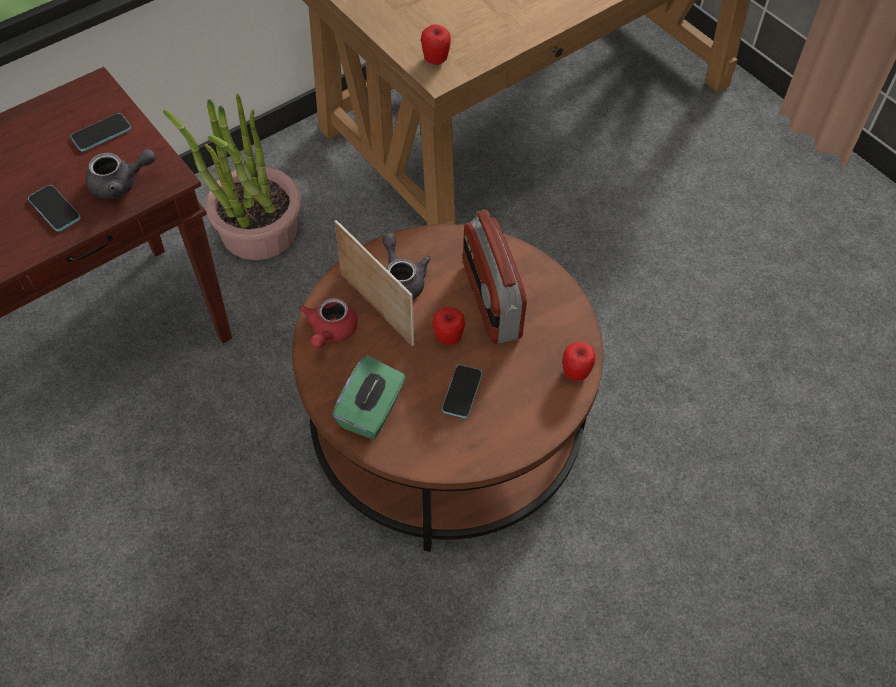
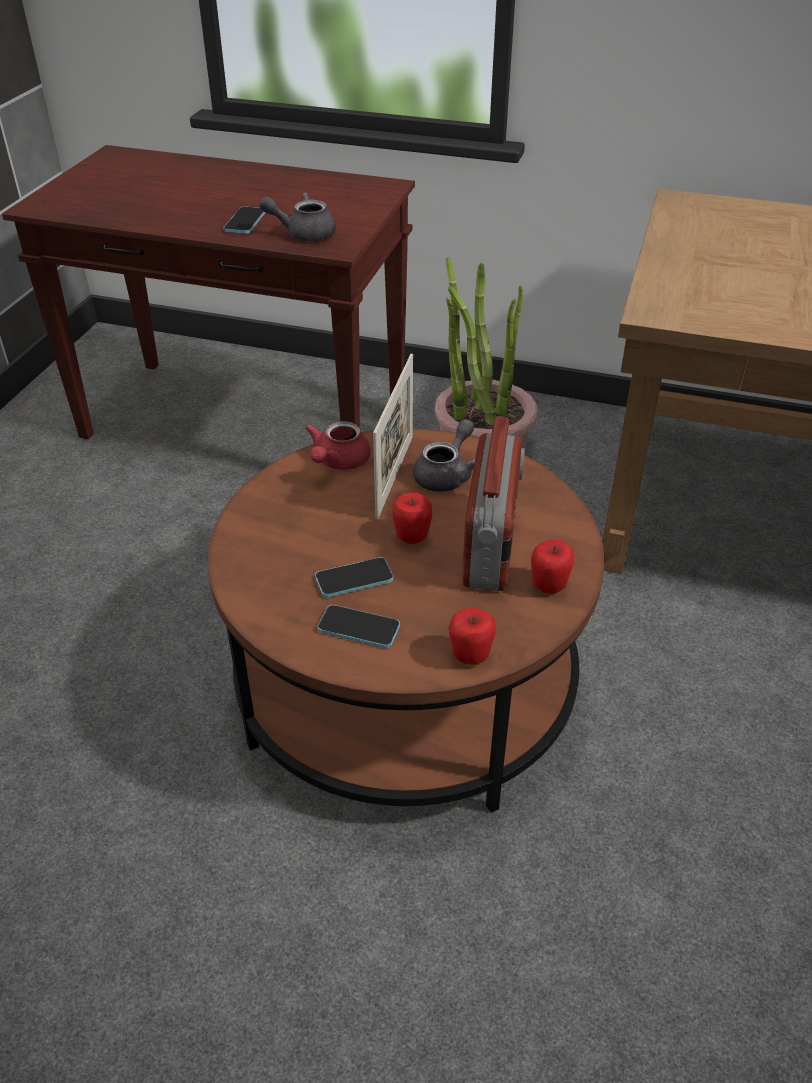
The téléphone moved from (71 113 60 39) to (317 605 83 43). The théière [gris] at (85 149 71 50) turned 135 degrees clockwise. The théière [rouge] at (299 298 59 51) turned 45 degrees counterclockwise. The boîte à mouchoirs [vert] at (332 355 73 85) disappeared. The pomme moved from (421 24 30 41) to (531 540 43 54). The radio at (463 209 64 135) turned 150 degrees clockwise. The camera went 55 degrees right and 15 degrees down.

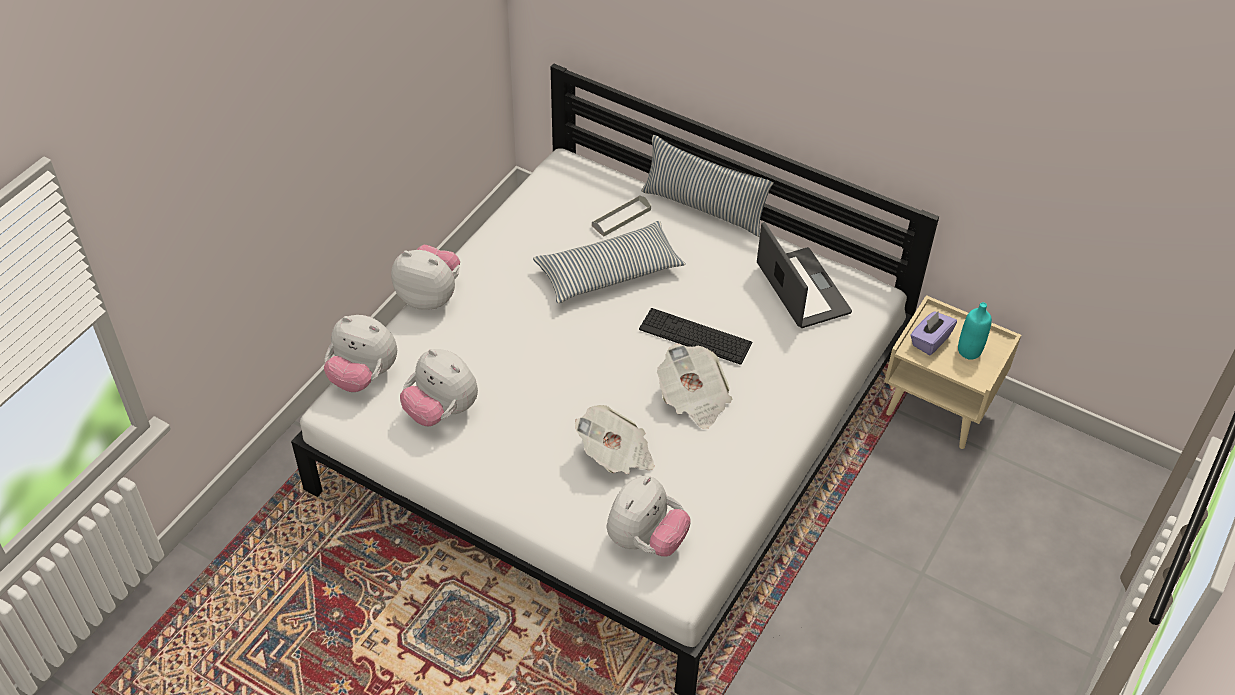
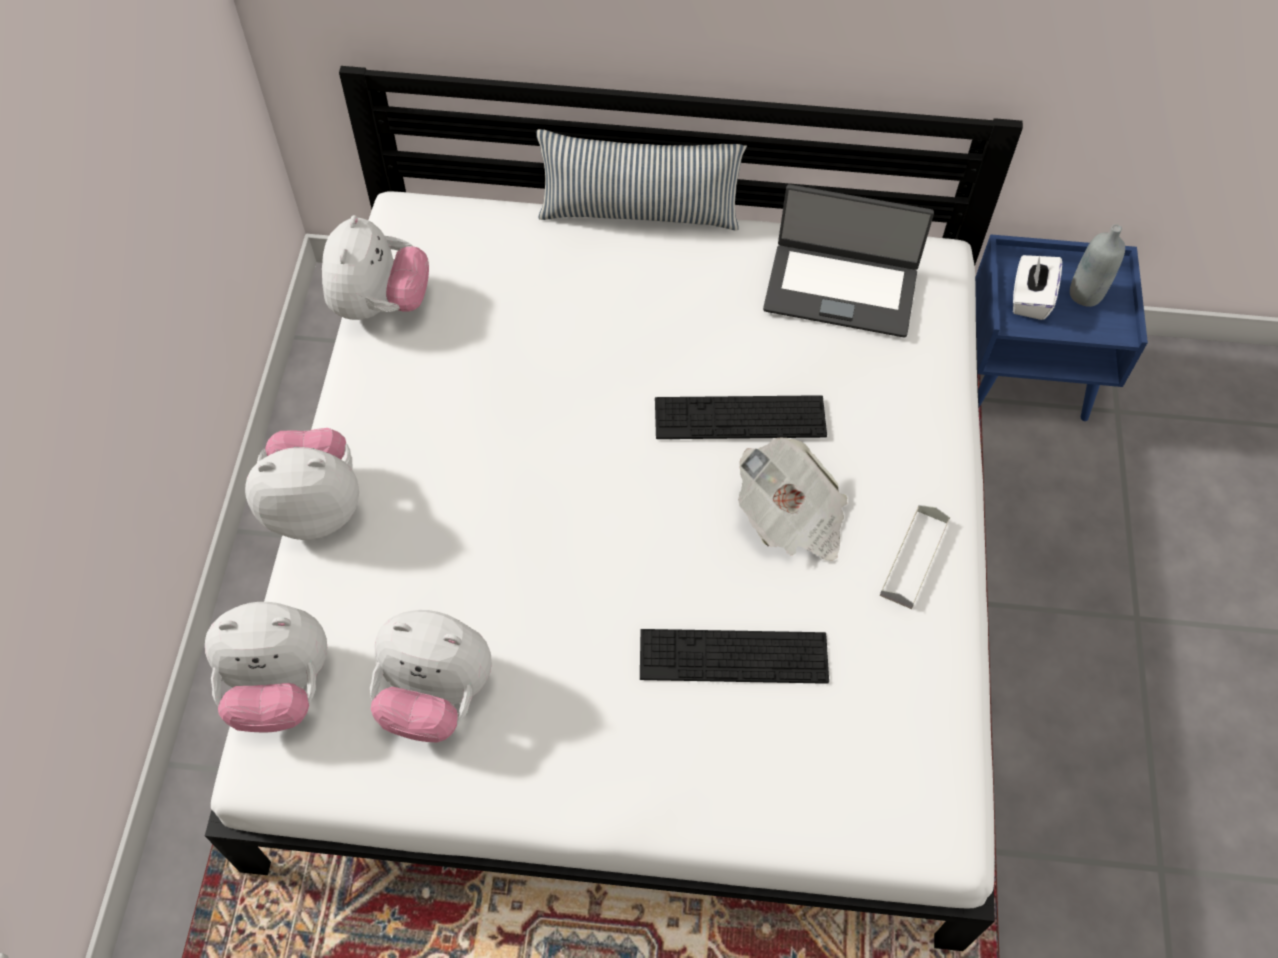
The coussin at (533 221 153 82) disappeared. The journal at (575 405 80 69) was replaced by the clavier at (640 629 189 55). The plateau [gris] moved from (592 195 59 42) to (880 505 70 104). The peluche moved from (607 476 83 81) to (322 215 107 105). The ordinateur portable at (757 222 95 106) turned 150 degrees clockwise. The table de chevet [beige] at (884 295 137 154) became the table de chevet [bleu] at (975 234 173 187). The boîte à mouchoirs [violet] at (910 311 47 44) became the boîte à mouchoirs [blanc] at (1013 255 49 65). The bouteille [turquoise] at (958 302 34 58) became the bouteille [gris] at (1070 224 55 83). The camera went 25 degrees left and 10 degrees up.

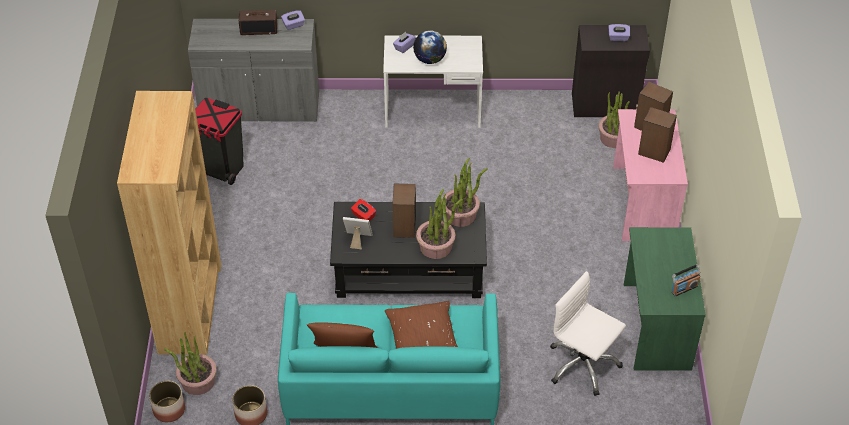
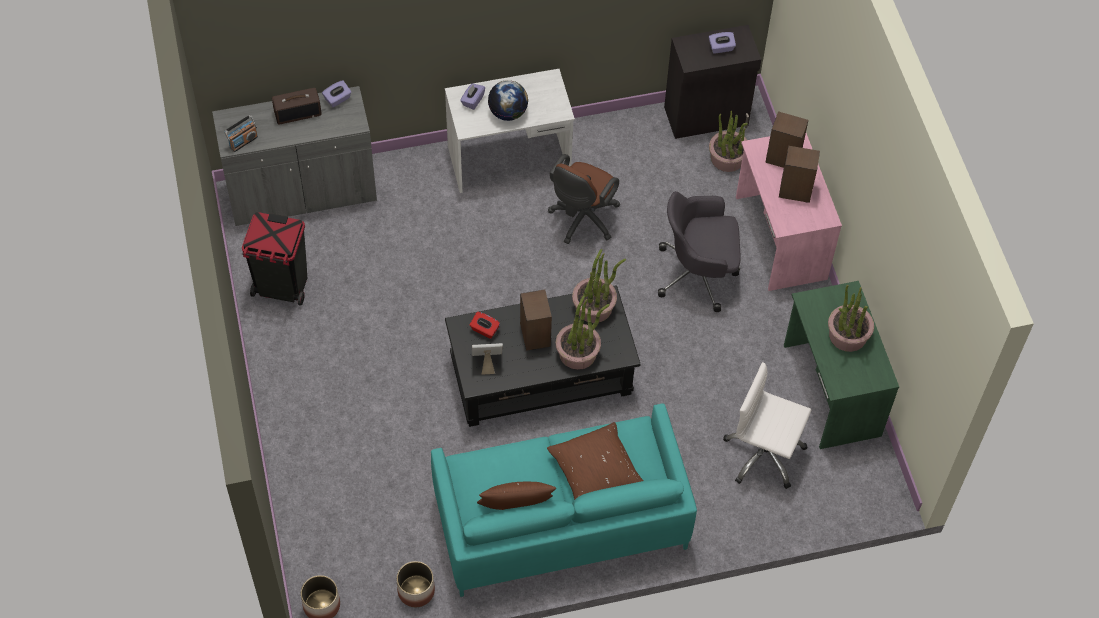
The bibliothèque [marron] at (117 91 104 264) disappeared. The plante en pot moved from (164 332 53 63) to (828 285 46 67). The radio moved from (671 264 29 32) to (224 115 34 37). The chaise de bureau [marron] at (548 154 72 90) appeared. The chaise de bureau [gris] at (658 191 83 121) appeared. The camera went 15 degrees left and 10 degrees up.

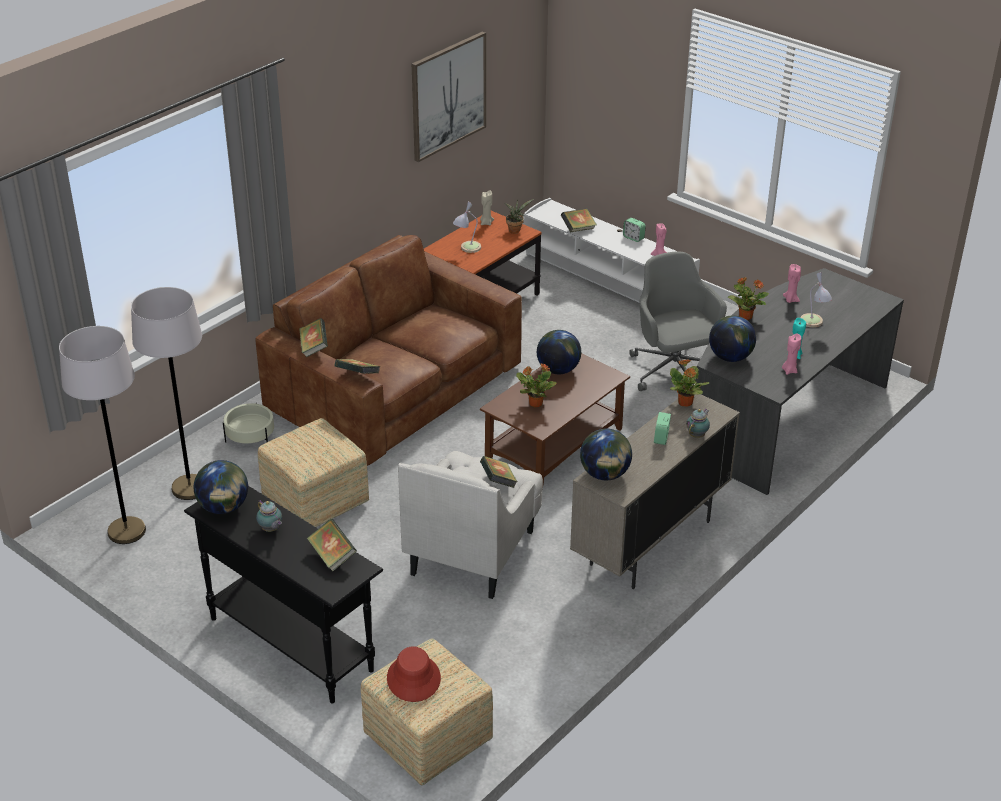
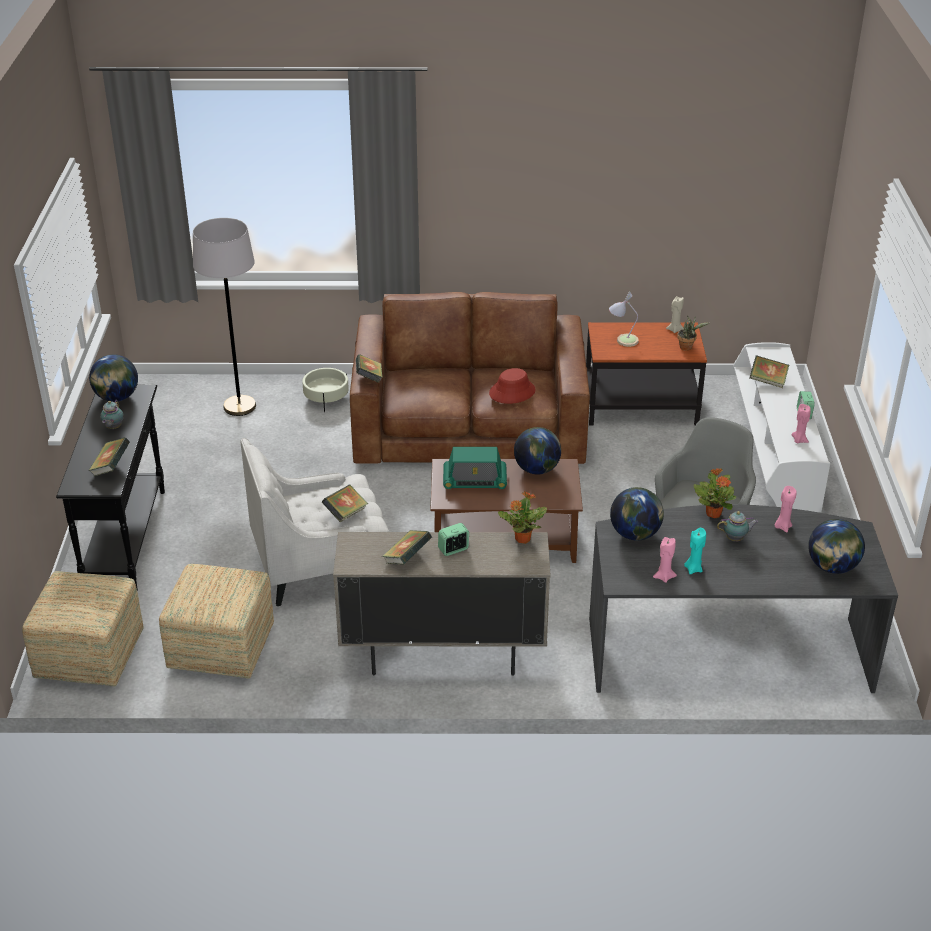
The lampadaire [gris] at (59 326 87 218) disappeared. The pouf moved from (258 418 111 109) to (159 564 115 115). The livre moved from (299 318 29 39) to (382 530 50 35). The chapeau [rouge] moved from (387 646 54 56) to (489 368 46 36). The tableau at (412 31 74 131) disappeared. The plante en pot at (516 363 41 44) was replaced by the radio at (443 447 64 42). The globe moved from (580 429 52 51) to (808 519 57 55). The théière moved from (686 408 24 30) to (717 511 41 30). The lampe de table at (801 272 31 56) disappeared. The camera went 50 degrees right and 0 degrees up.

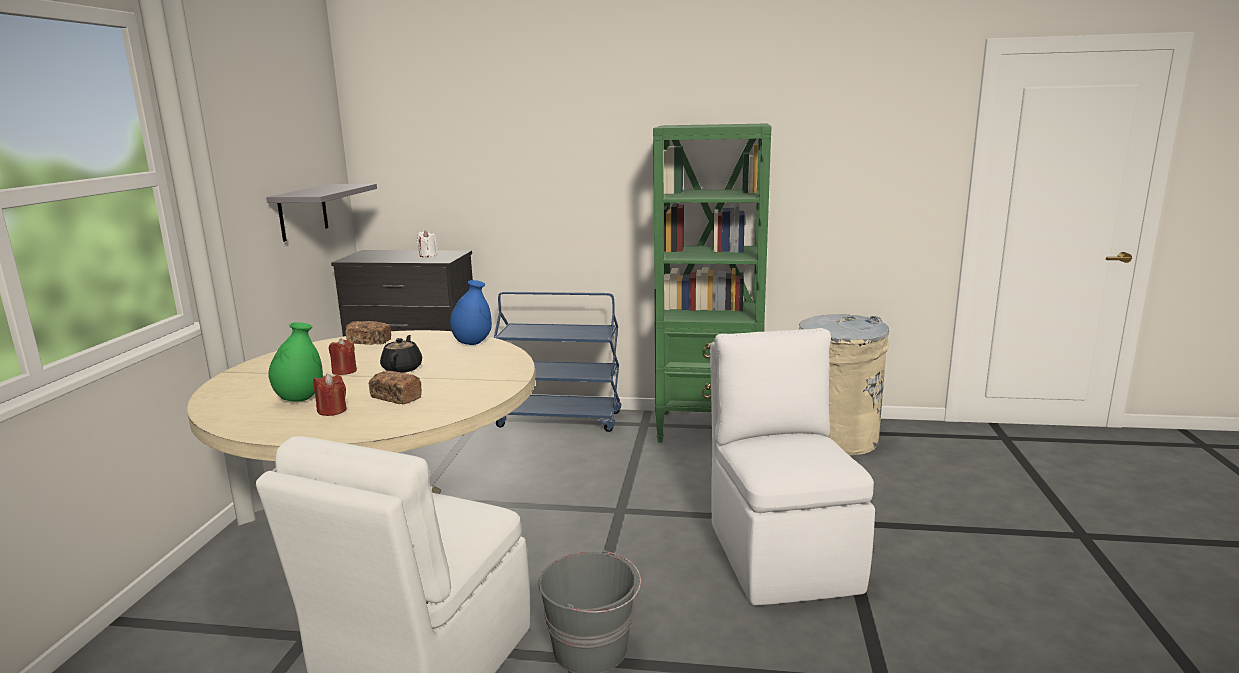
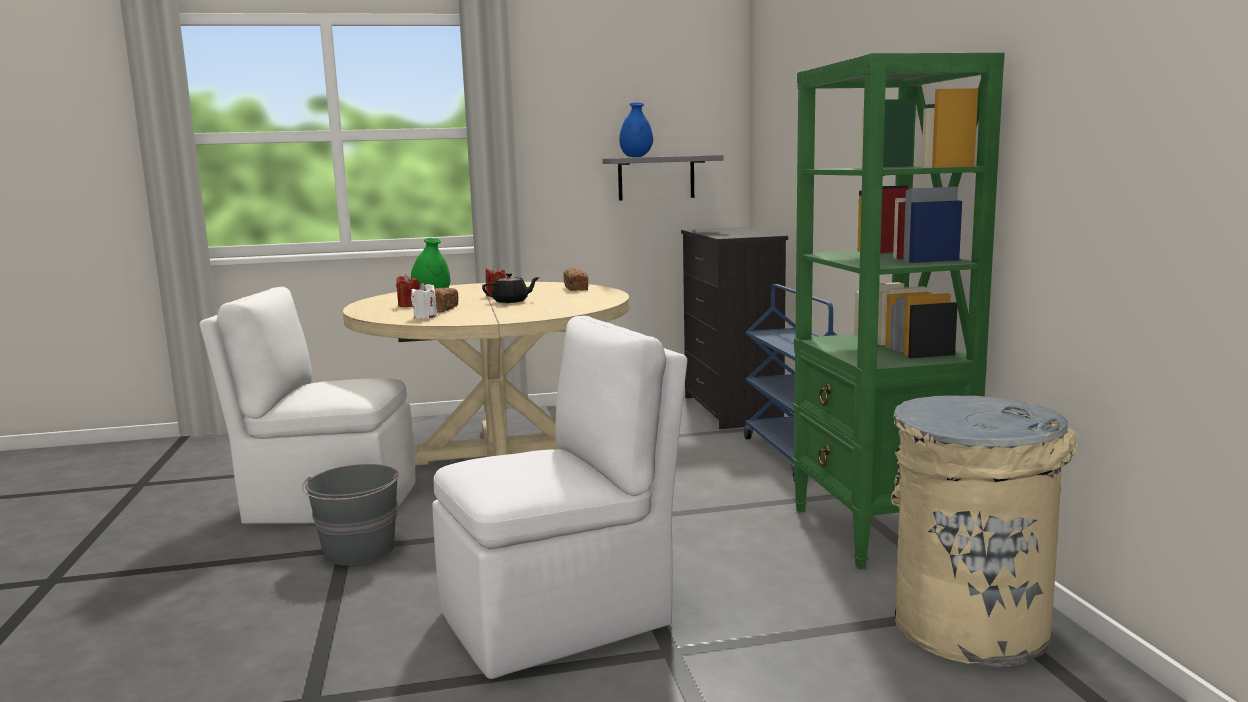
The bougie [blanc] moved from (417 230 21 27) to (411 283 26 36). The vase [bleu] moved from (450 280 42 65) to (619 103 34 54). The camera went 70 degrees right and 5 degrees down.

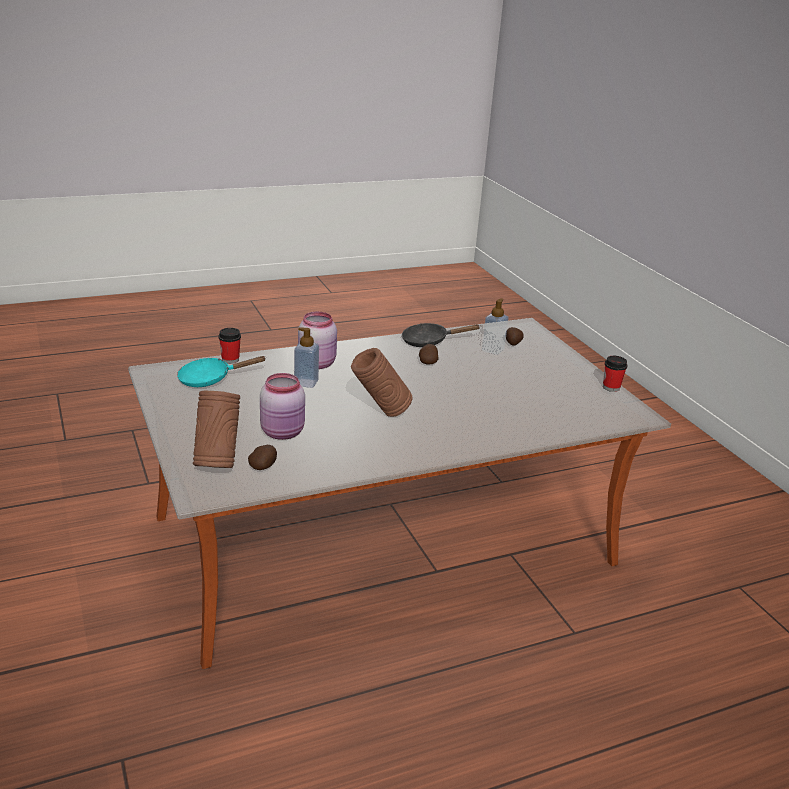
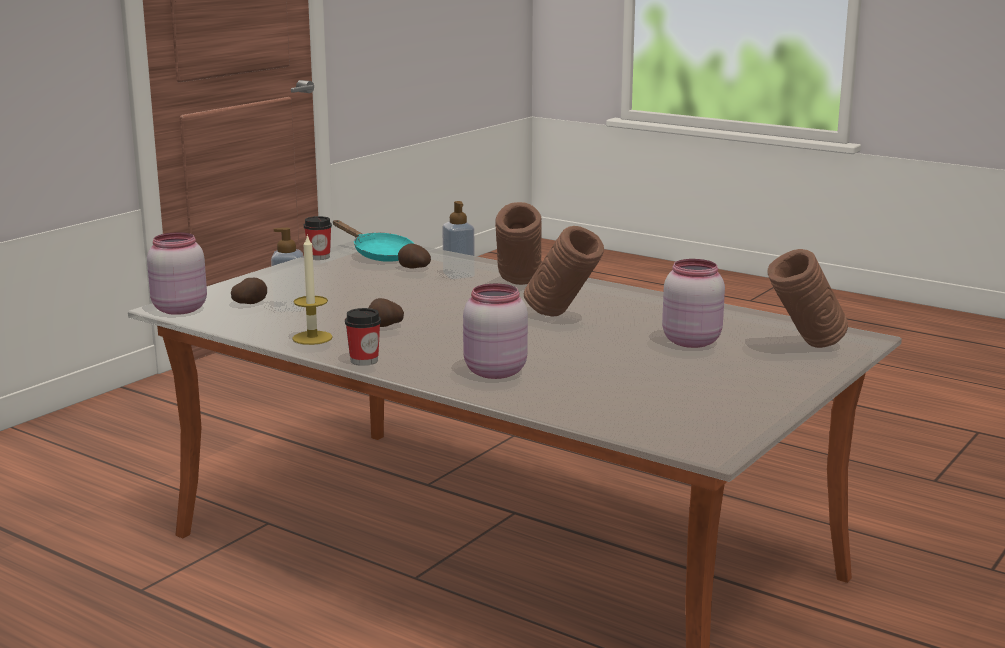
The poêle [turquoise] moved from (177 356 90 31) to (333 220 81 42). The tasse moved from (218 328 23 36) to (345 308 36 57). The pomme de terre moved from (248 445 29 25) to (398 244 33 25). The distributeur de savon moved from (294 327 25 61) to (442 201 33 78). The poêle [noir] at (402 323 78 24) was replaced by the bougie at (292 234 41 111). The bocal [rose] at (147 232 60 83) appeared. The vase [marron] at (495 202 47 83) appeared. The camera went 120 degrees left and 10 degrees down.

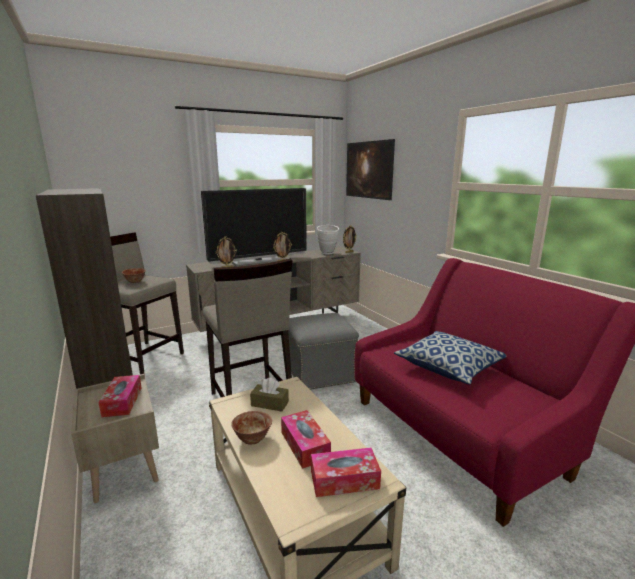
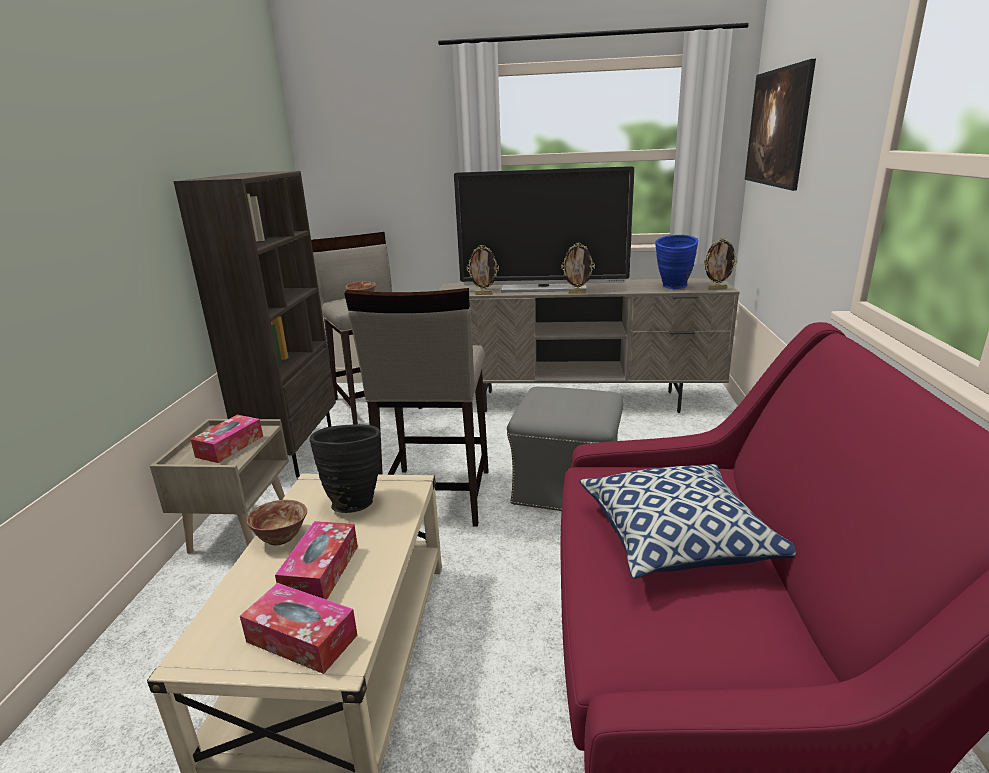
The boîte à mouchoirs [marron] at (250 378 39 34) was replaced by the vase [noir] at (310 424 71 89). The vase [blanc] at (317 225 22 30) became the vase [bleu] at (655 235 43 54). The camera went 35 degrees right and 5 degrees up.

